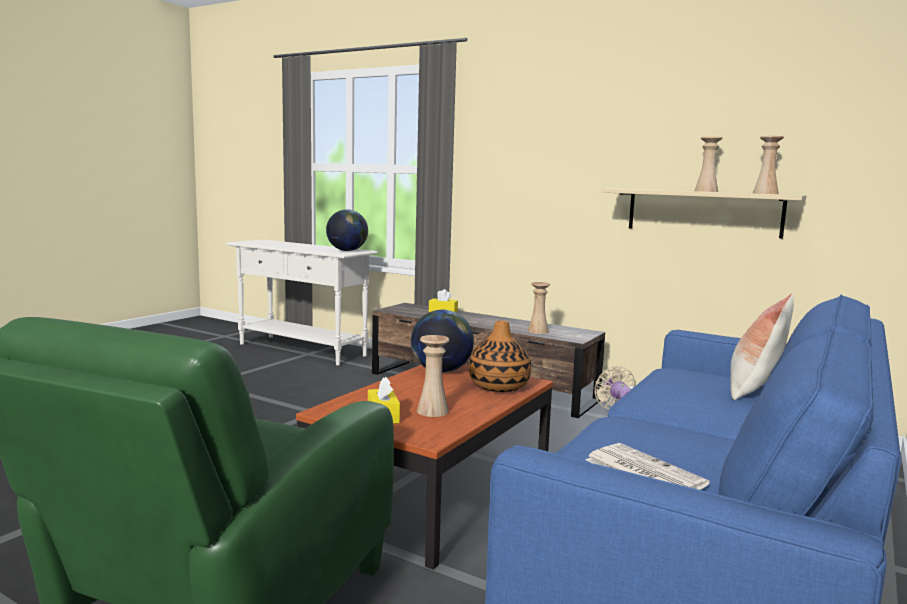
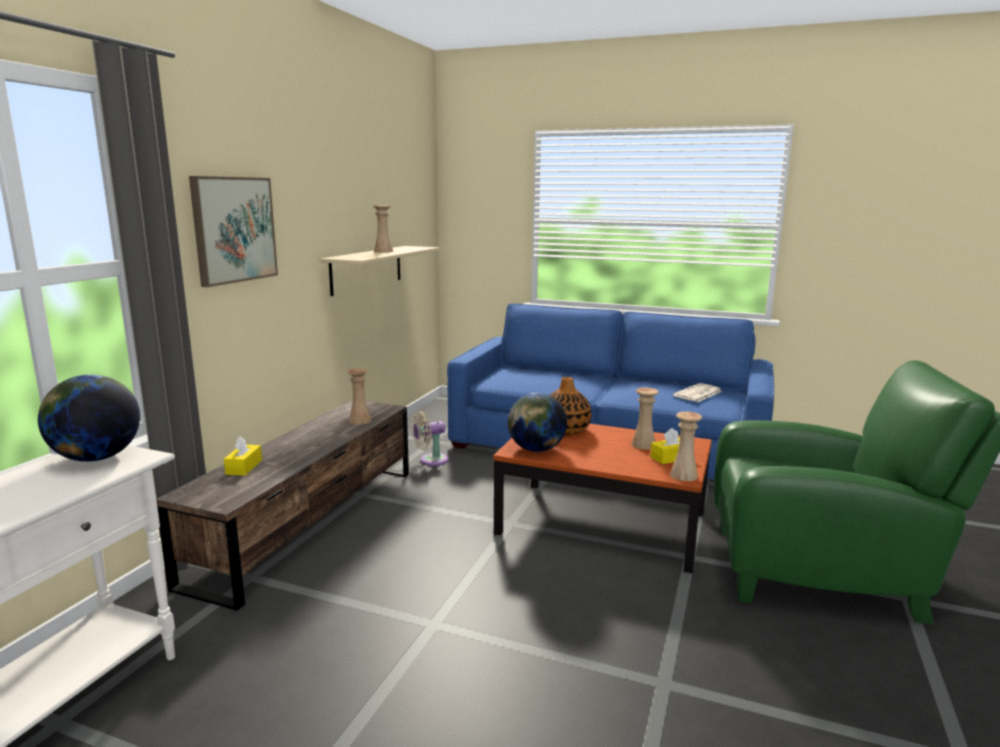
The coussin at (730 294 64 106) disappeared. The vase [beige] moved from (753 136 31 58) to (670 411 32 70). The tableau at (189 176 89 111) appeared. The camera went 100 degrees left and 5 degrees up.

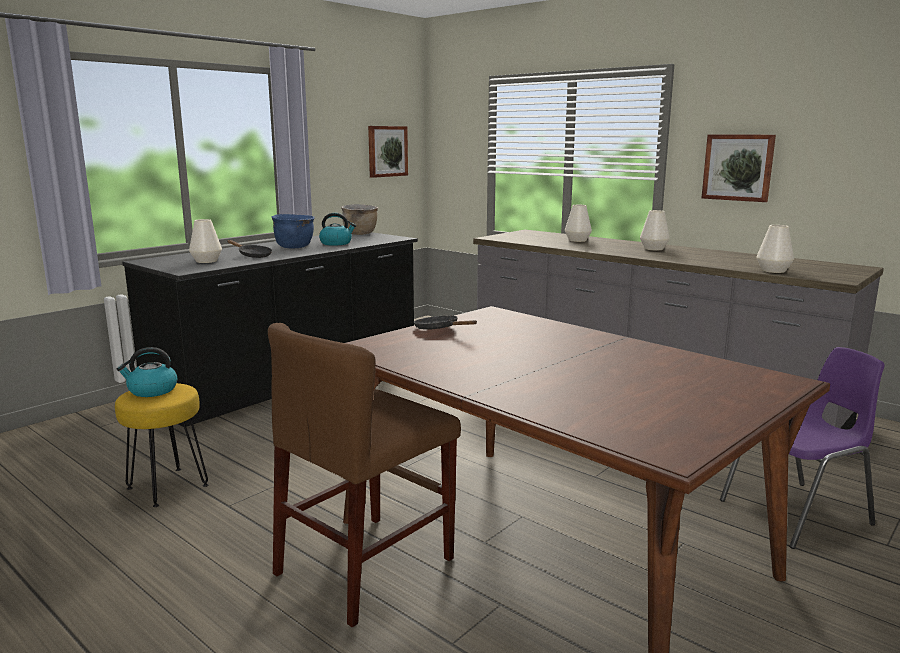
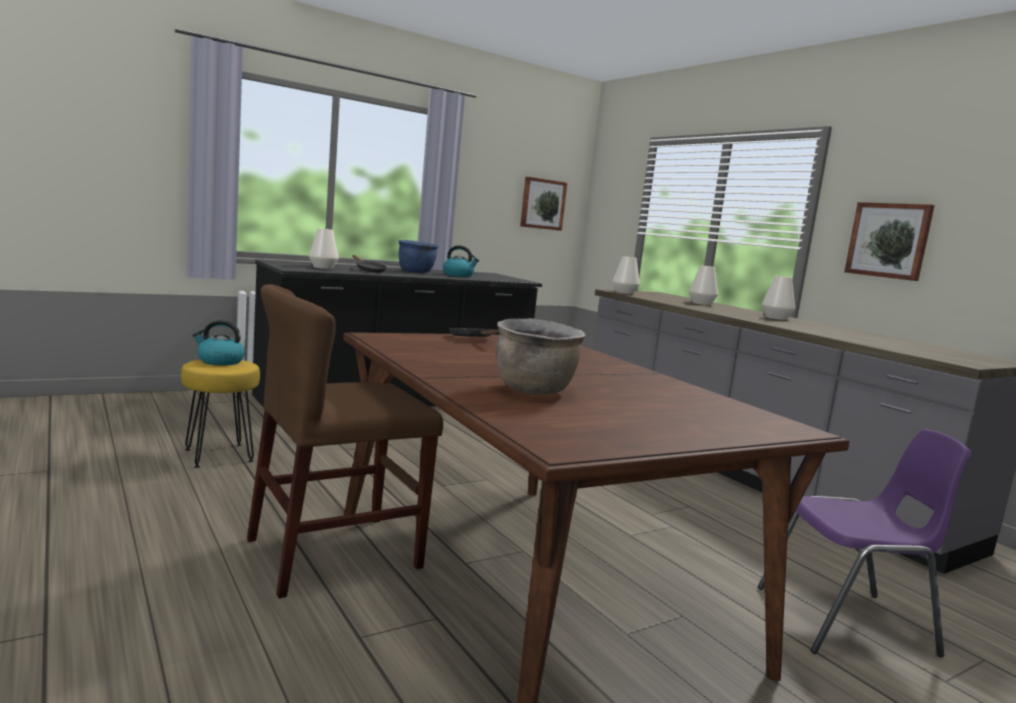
The marmite [marron] moved from (341 204 37 31) to (497 318 89 77). The vase [blanc] moved from (756 225 38 48) to (612 256 28 38). The camera went 15 degrees right and 5 degrees down.

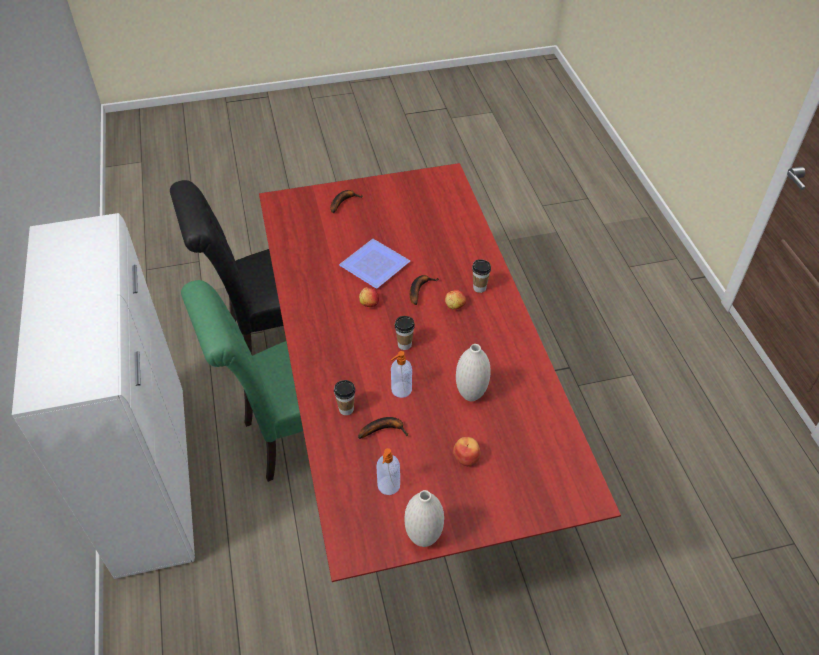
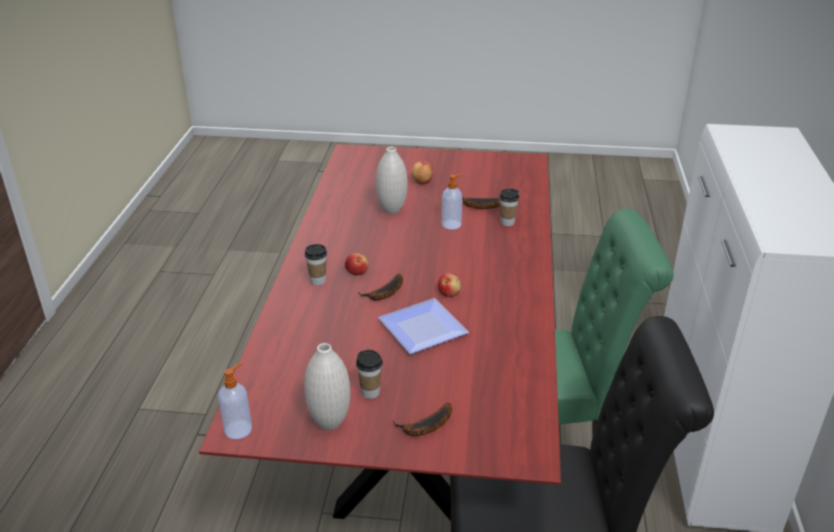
The distributeur de savon moved from (376 448 24 47) to (218 363 34 76). The tasse moved from (395 316 20 34) to (356 349 27 50). The vase [blanc] moved from (405 490 39 57) to (304 343 46 87). The camera went 160 degrees left and 15 degrees down.

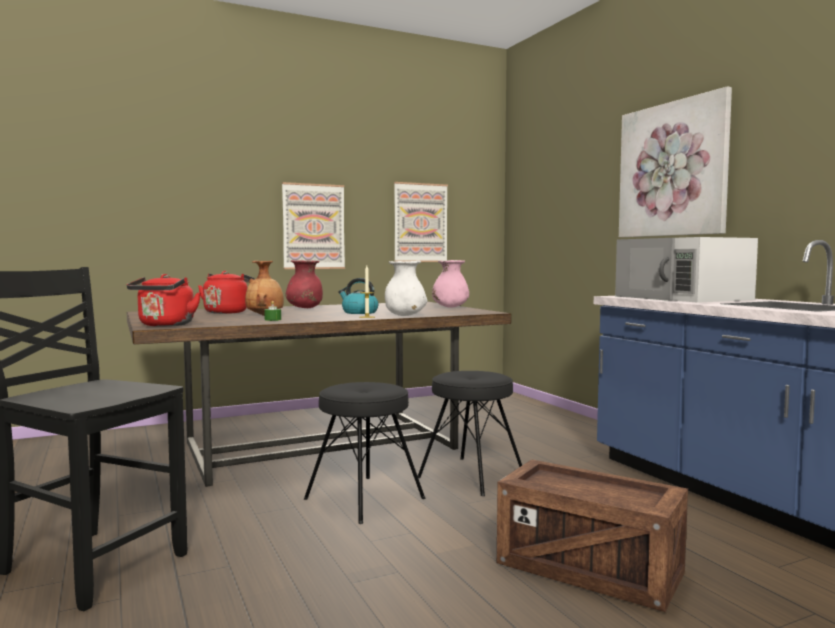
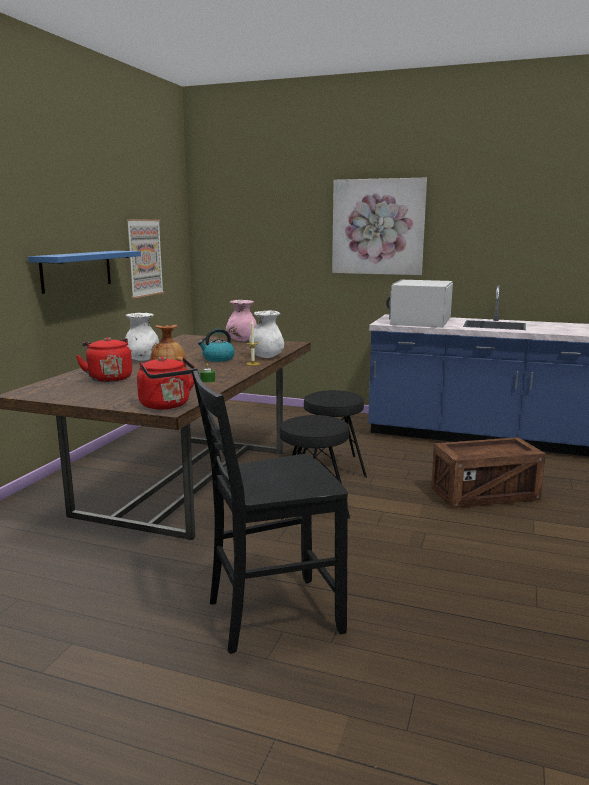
The tableau at (282 182 63 87) was replaced by the étagère [bleu] at (28 251 113 43). The vase [rouge] at (286 260 37 48) became the vase [blanc] at (125 313 34 47). The micro-ondes [blanc] at (615 237 143 66) turned 90 degrees clockwise. The camera went 45 degrees left and 10 degrees up.

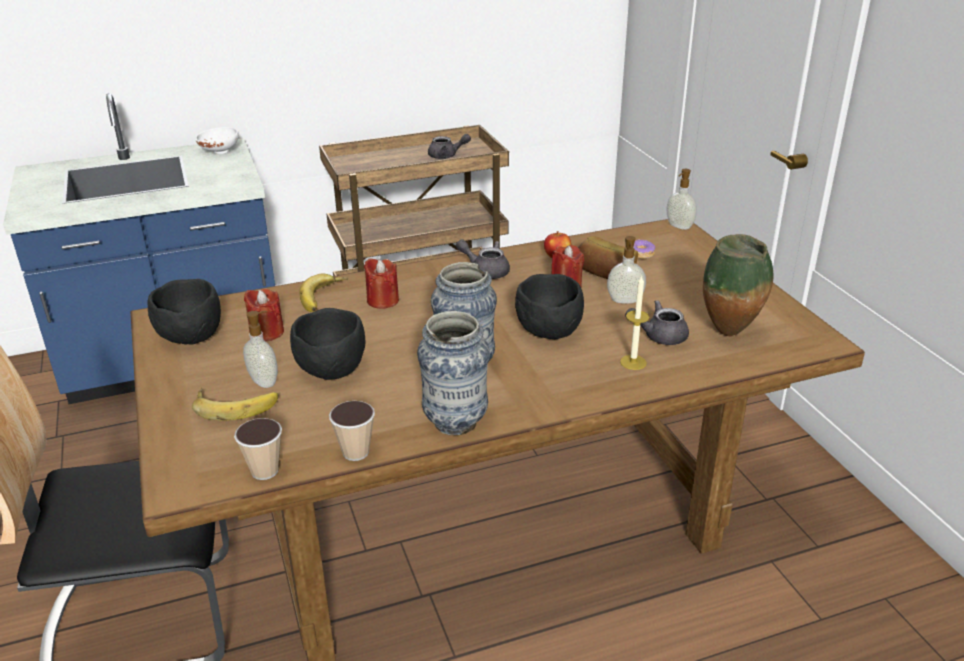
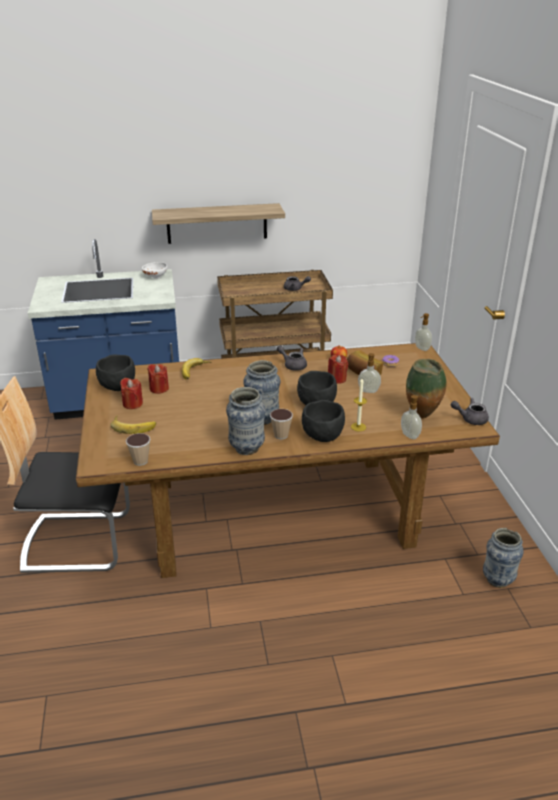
The distributeur de savon moved from (243 311 35 77) to (401 395 21 44). The bol [noir] moved from (290 308 75 72) to (302 400 43 42). The tasse moved from (329 401 46 60) to (270 409 23 30). The bougie [rouge] moved from (364 258 35 51) to (120 378 23 31). The théière [gris] moved from (625 300 64 45) to (451 398 38 27). The étagère at (152 203 133 41) appeared. The vase at (483 528 41 60) appeared. The camera went 10 degrees right and 0 degrees up.

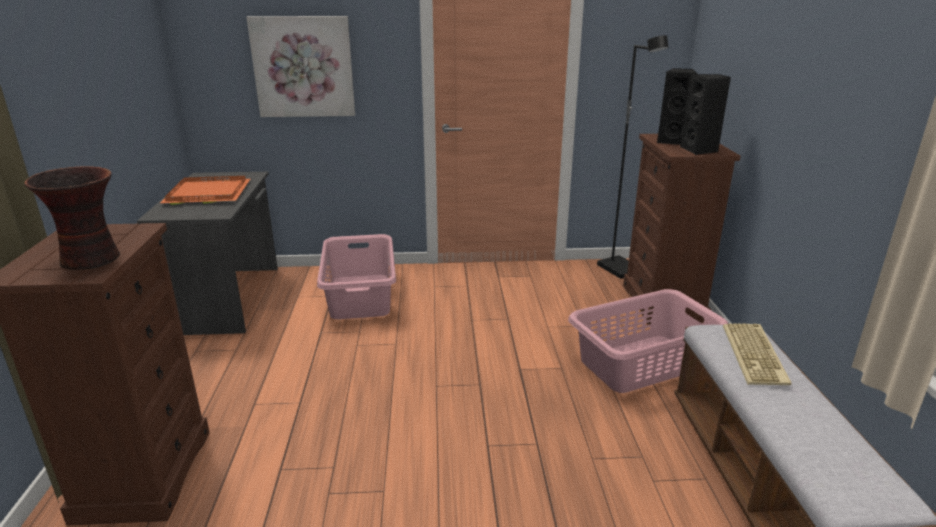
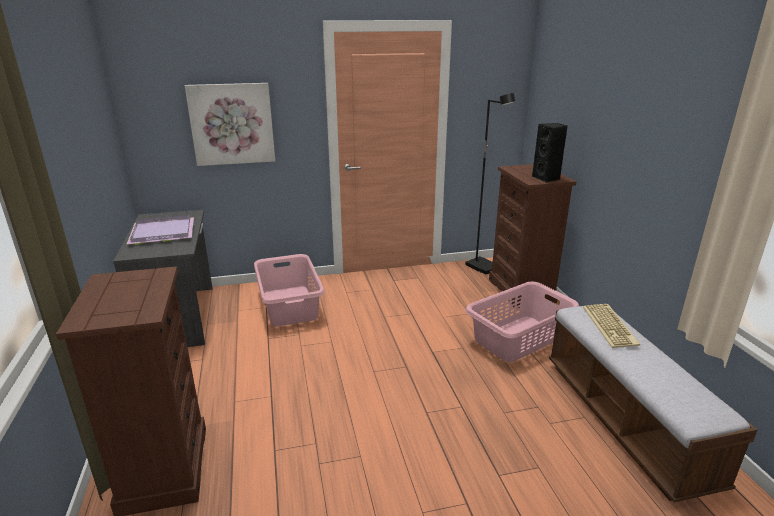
The vase at (24 166 96 104) disappeared. The plateau [orange] at (160 176 90 29) became the plateau [violet] at (127 215 67 30). The enceinte [noir] at (657 68 41 77) disappeared. The camera went 10 degrees left and 0 degrees up.

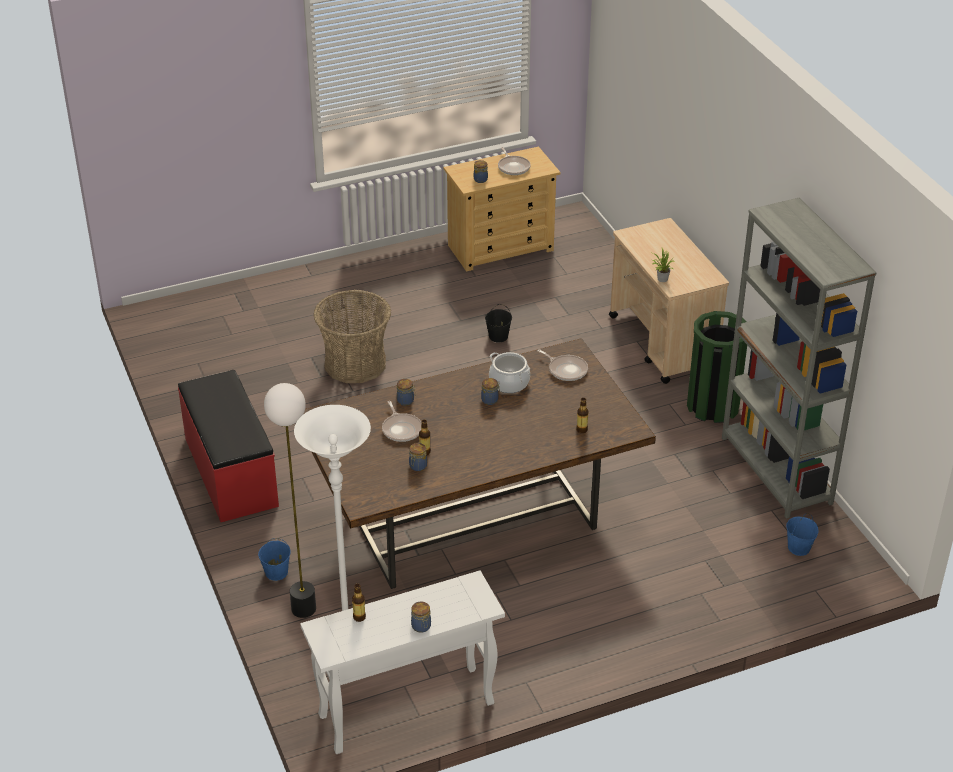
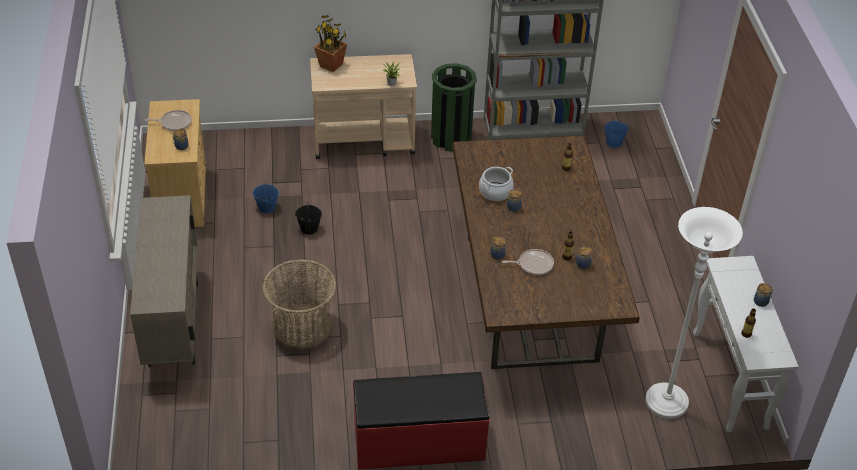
The seau [bleu] moved from (258 538 33 43) to (252 180 27 33). The lampadaire at (264 383 52 235) disappeared. The poêle at (538 349 50 32) disappeared. The meuble de rangement [beige] at (130 195 68 172) appeared. The plante en pot at (314 15 33 57) appeared. The camera went 75 degrees left and 5 degrees up.

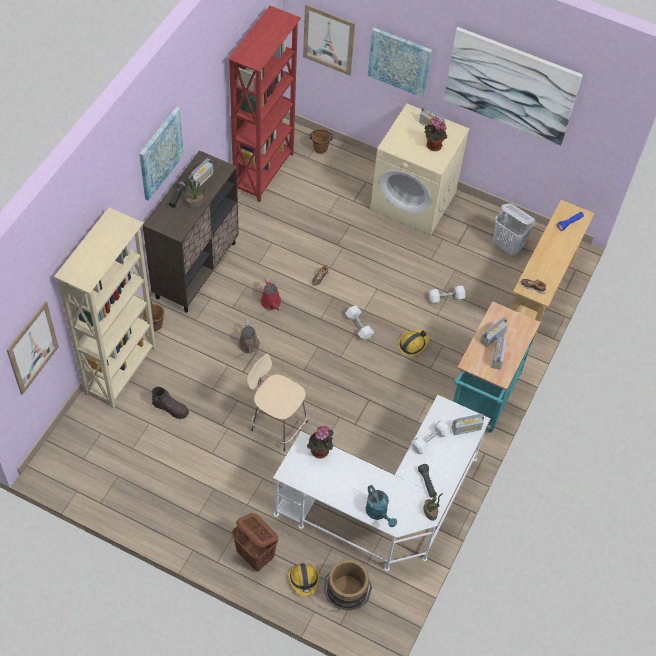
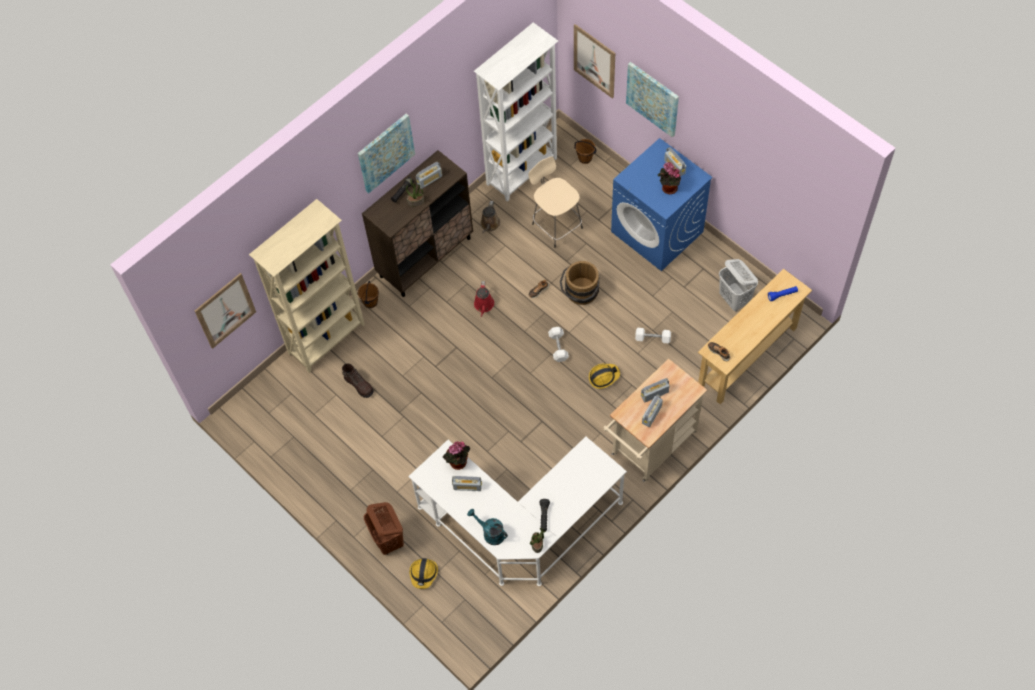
The bibliothèque [rouge] at (228 6 73 196) became the bibliothèque [blanc] at (474 22 84 180). The arrosoir [marron] moved from (238 320 22 36) to (480 201 20 32). The tabouret [beige] moved from (247 354 61 98) to (528 156 55 92). The seau [marron] moved from (324 560 48 51) to (560 261 39 44). The arrosoir [turquoise] at (366 485 31 42) turned 135 degrees clockwise. The lave-linge [beige] at (370 104 100 131) became the lave-linge [bleu] at (611 138 102 133). The haltère [blanc] at (411 420 39 34) disappeared. The tableau at (444 27 139 119) disappeared. The radio moved from (452 414 32 21) to (452 476 30 15). The chariot [turquoise] at (453 301 88 132) became the chariot [beige] at (603 359 104 123). The camera went 25 degrees right and 5 degrees up.

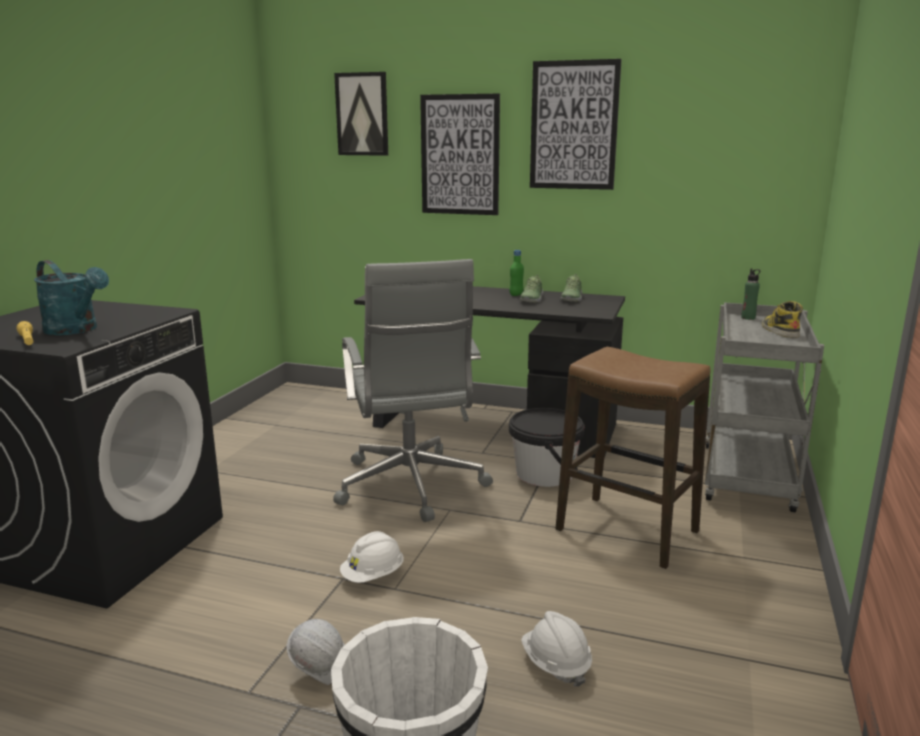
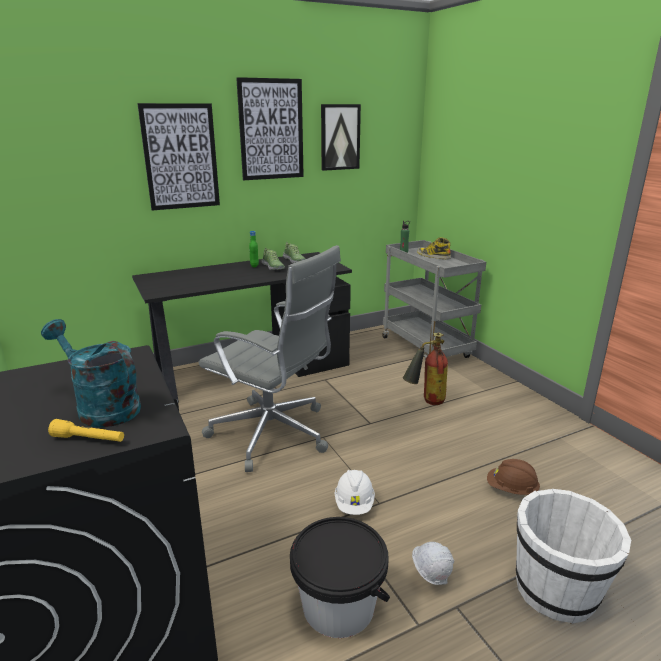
The arrosoir [turquoise] at (34 260 75 75) turned 135 degrees counterclockwise. The tableau moved from (334 72 54 84) to (321 104 40 67). The seau [noir] moved from (509 408 75 79) to (290 517 100 121). The casque de chantier [blanc] at (521 611 71 76) became the casque de chantier [marron] at (487 459 53 36). The tabouret at (556 347 155 222) was replaced by the extincteur at (403 333 45 72). The camera went 45 degrees left and 5 degrees up.

